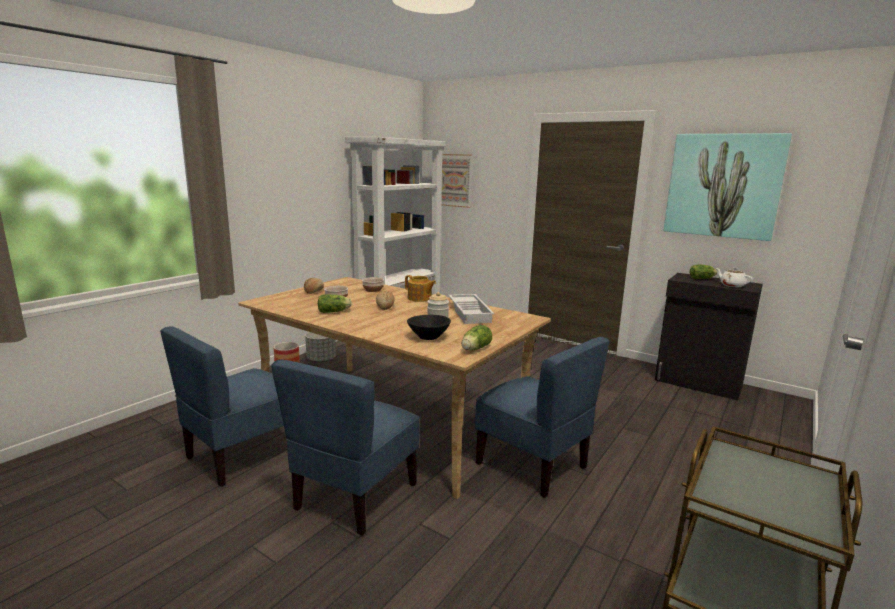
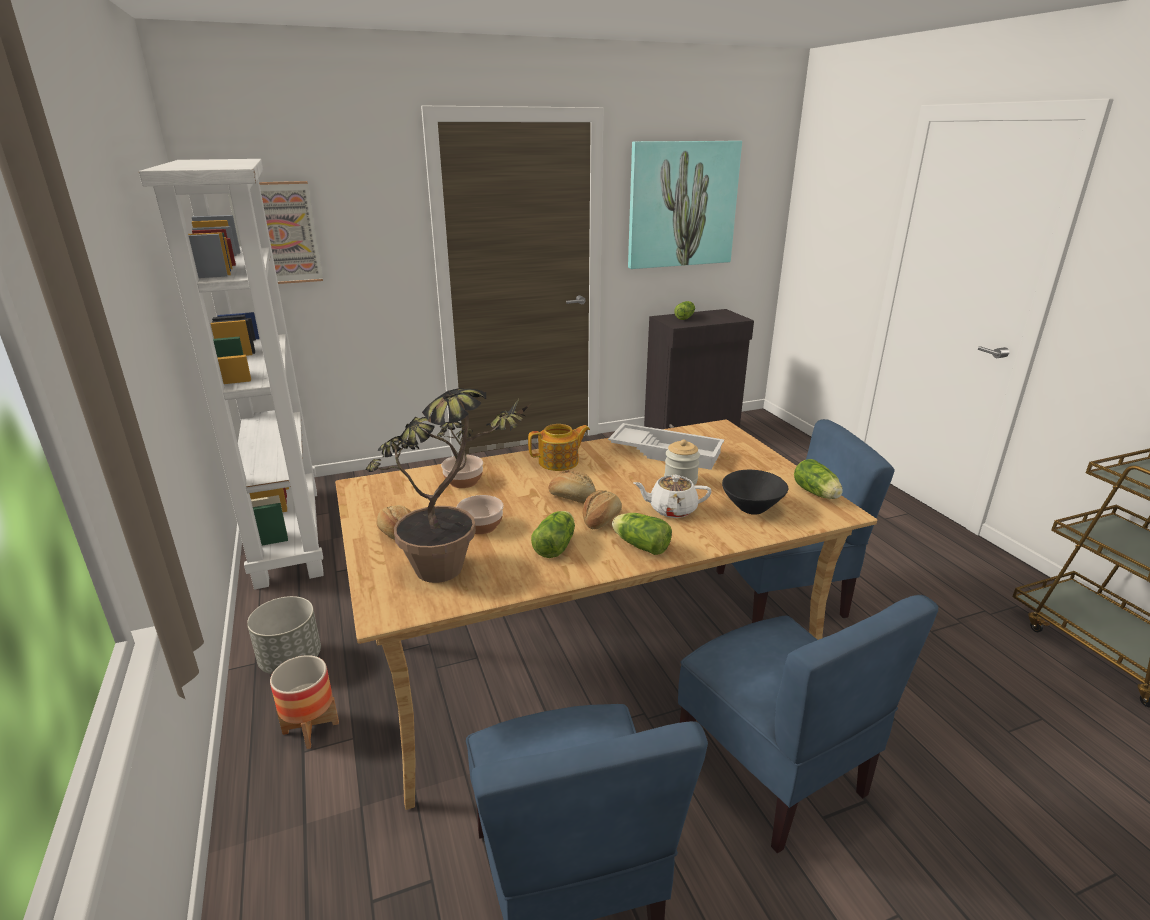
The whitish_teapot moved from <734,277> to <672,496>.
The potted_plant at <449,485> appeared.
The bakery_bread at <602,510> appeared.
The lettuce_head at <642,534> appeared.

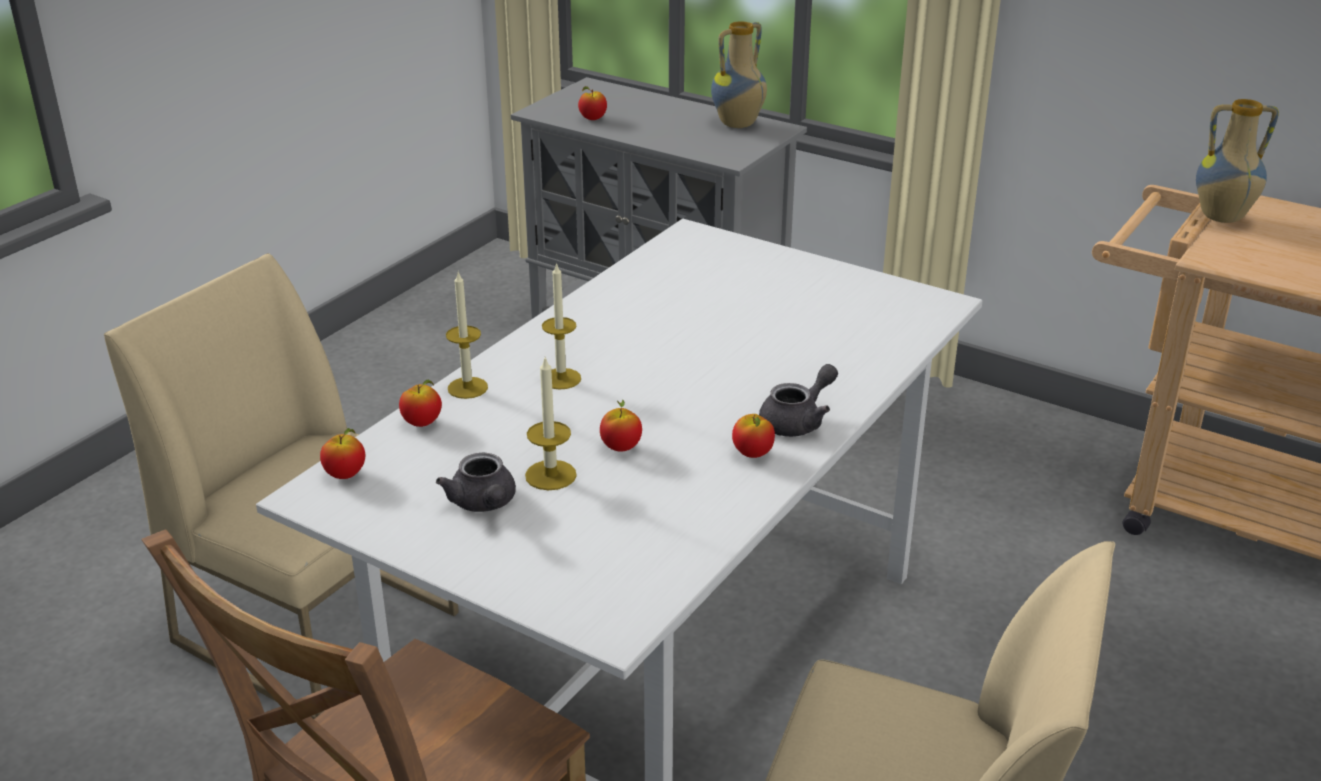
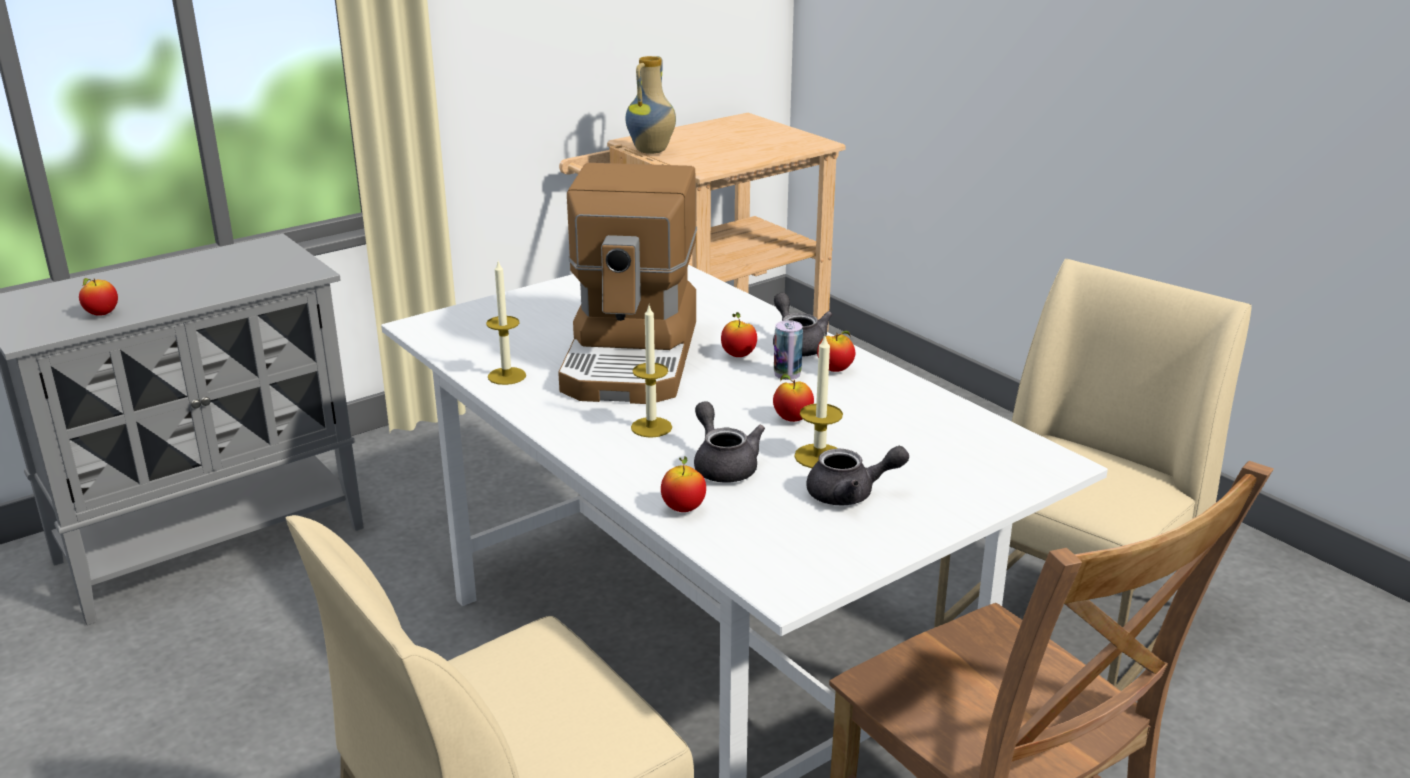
The whole_apple moved from <342,453> to <739,334>.
The candle moved from <467,335> to <506,323>.
The decorative_vase at <739,74> disappeared.
The coffee_maker at <627,283> appeared.
The gray_teapot at <729,442> appeared.
The can at <788,350> appeared.

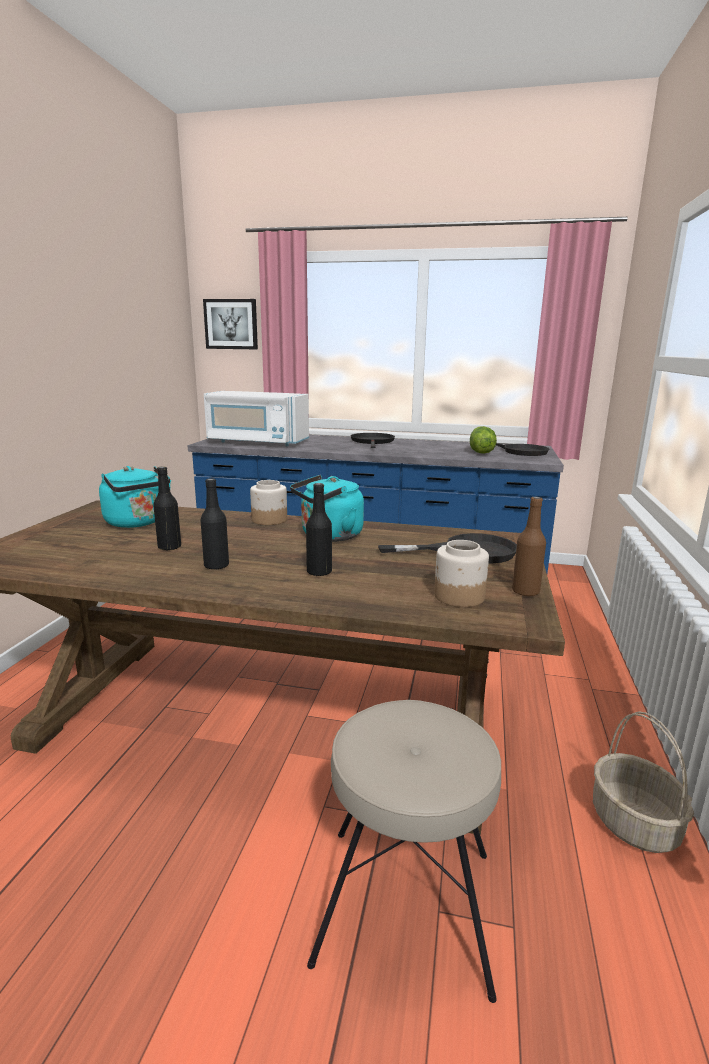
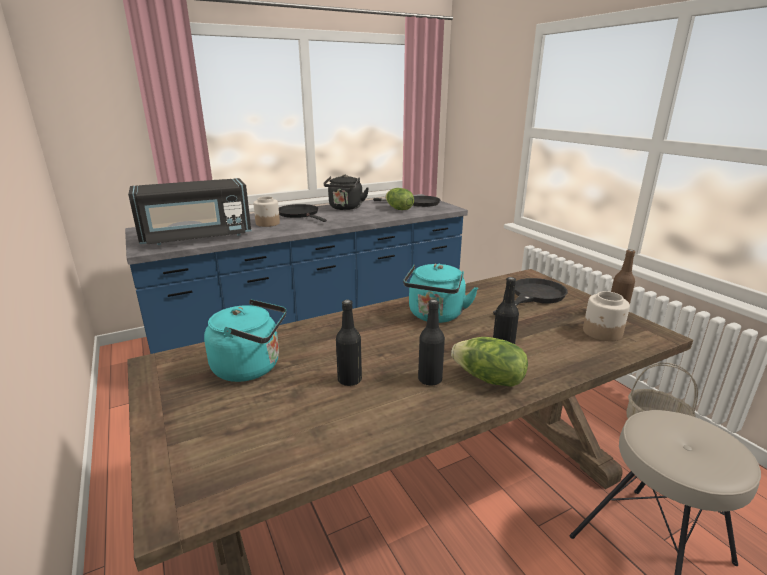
The wall_picture at <230,324> disappeared.
The whitish_microwave at <256,418> became the black-coloured_microwave at <190,211>.
The jar moved from <268,502> to <266,211>.
The black-coloured_tea_kettle at <346,192> appeared.
The lettuce_head at <489,362> appeared.

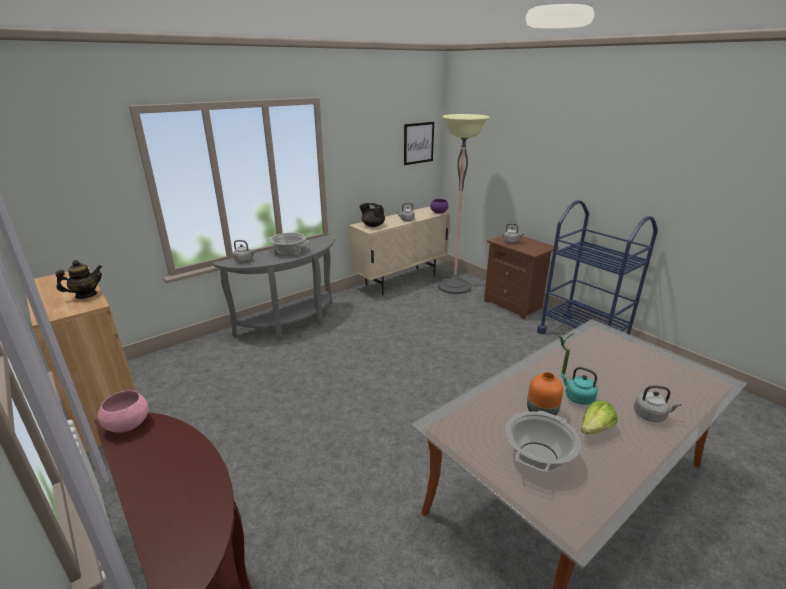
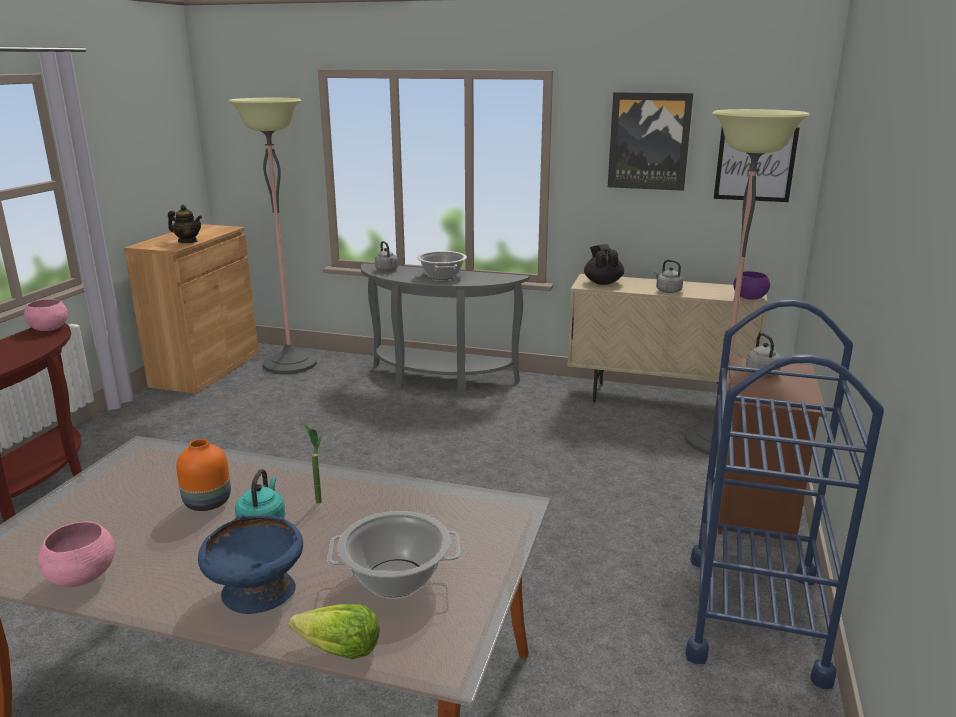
The saucepot moved from <543,441> to <393,554>.
The lettuce_head moved from <599,417> to <334,631>.
The gray_tea_kettle at <658,403> was replaced by the bluish_bowl at <250,564>.
The pinkish_bowl at <76,554> appeared.
The standard_lamp at <272,236> appeared.
The wall_picture at <650,141> appeared.

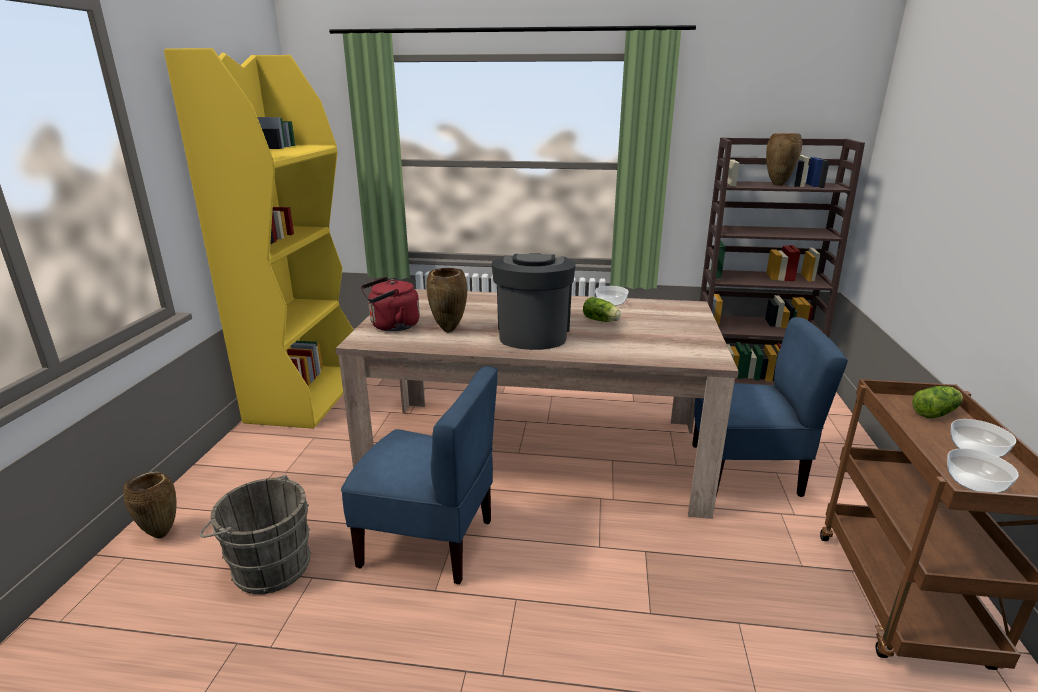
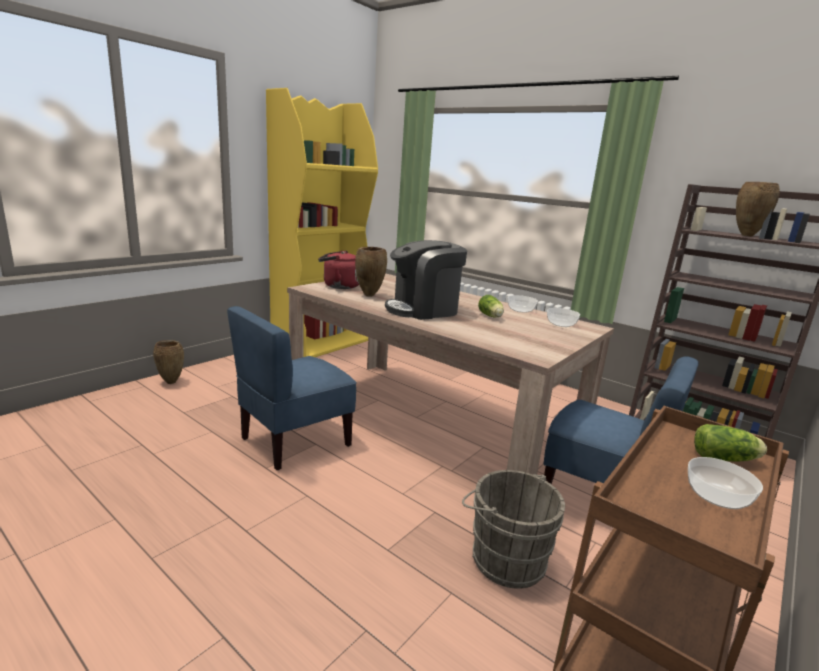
The gray_water_bucket moved from <255,534> to <513,529>.
The bluish_chair at <419,475> turned 90 degrees clockwise.
The coffee_maker at <534,301> turned 150 degrees counterclockwise.
The bowl moved from <983,470> to <563,317>.

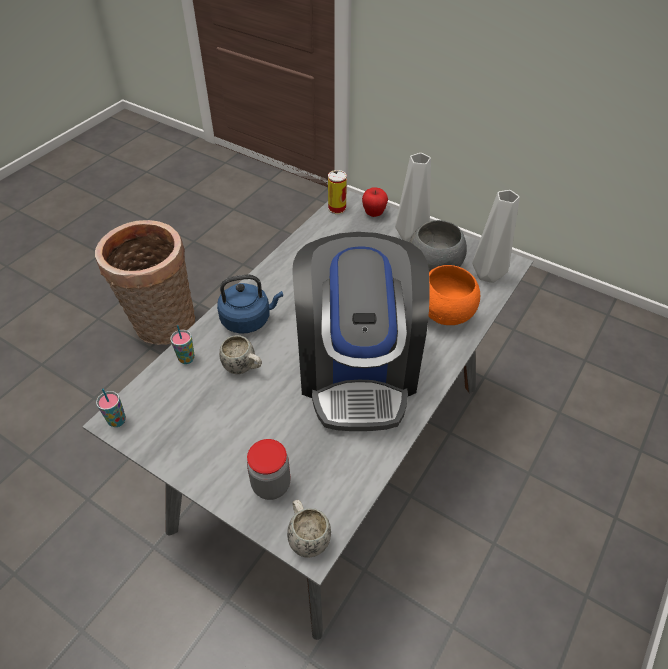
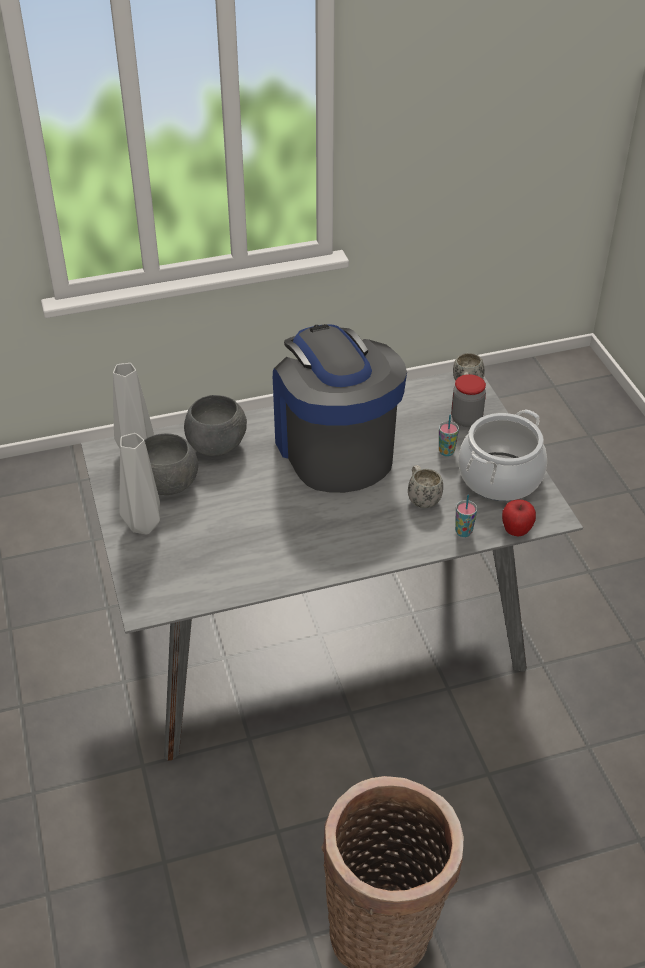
The drinking_cup moved from <111,408> to <449,435>.
The bluish_tea_kettle at <250,304> disappeared.
The coffee_maker at <361,331> turned 60 degrees counterclockwise.
The can at <337,192> disappeared.
The whole_apple moved from <375,202> to <519,518>.
The orange-coloured_bowl at <454,295> became the gray_bowl at <215,425>.
The saucepot at <502,455> appeared.

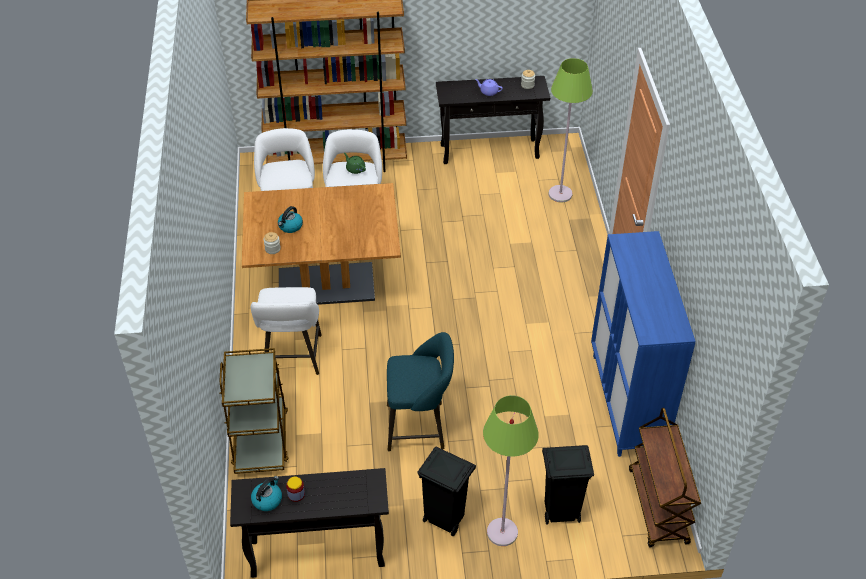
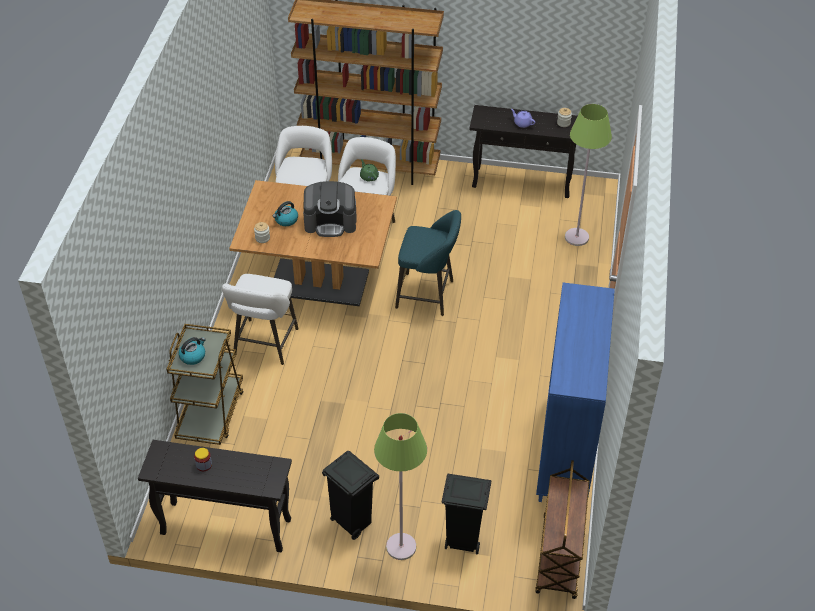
The tea_kettle moved from <266,493> to <192,351>.
The turquoise-coloured_stool moved from <420,391> to <428,263>.
The coffee_maker at <330,209> appeared.

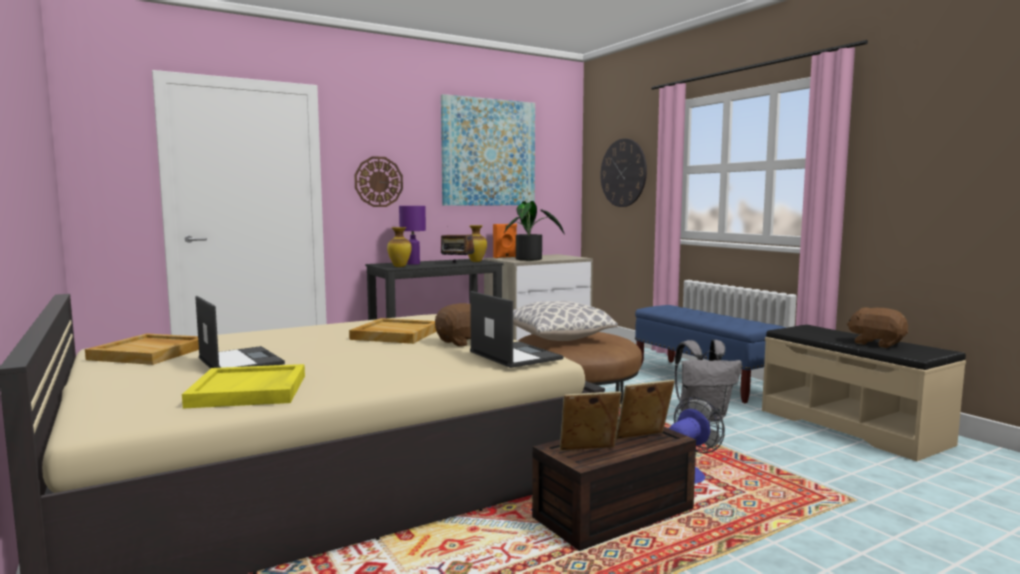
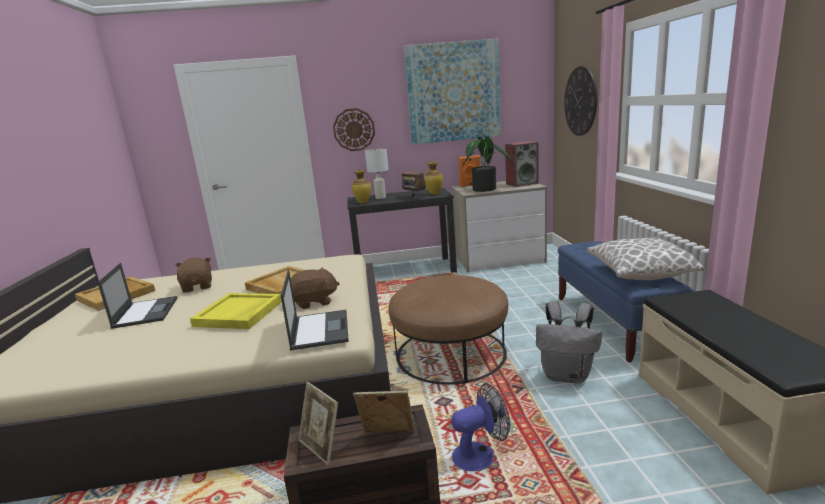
The yellow-coloured_serving_tray moved from <243,386> to <236,311>.
The purple_lamp_for_a_table at <412,235> became the whitish_lamp_for_a_table at <377,174>.
The throw_pillow moved from <565,321> to <645,258>.
The standing_frame at <590,421> turned 150 degrees counterclockwise.
The brown_cuddly_toy moved from <877,327> to <193,275>.
The loudspeaker at <521,164> appeared.

